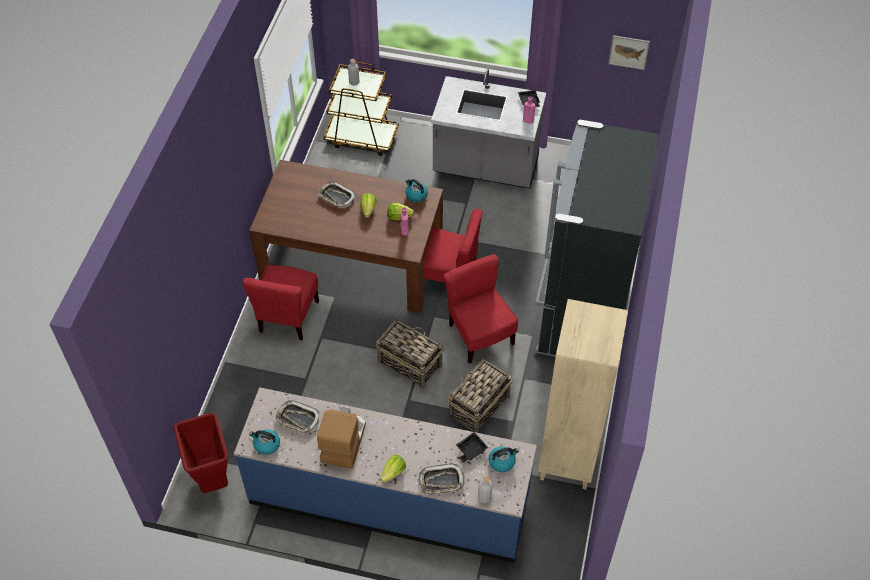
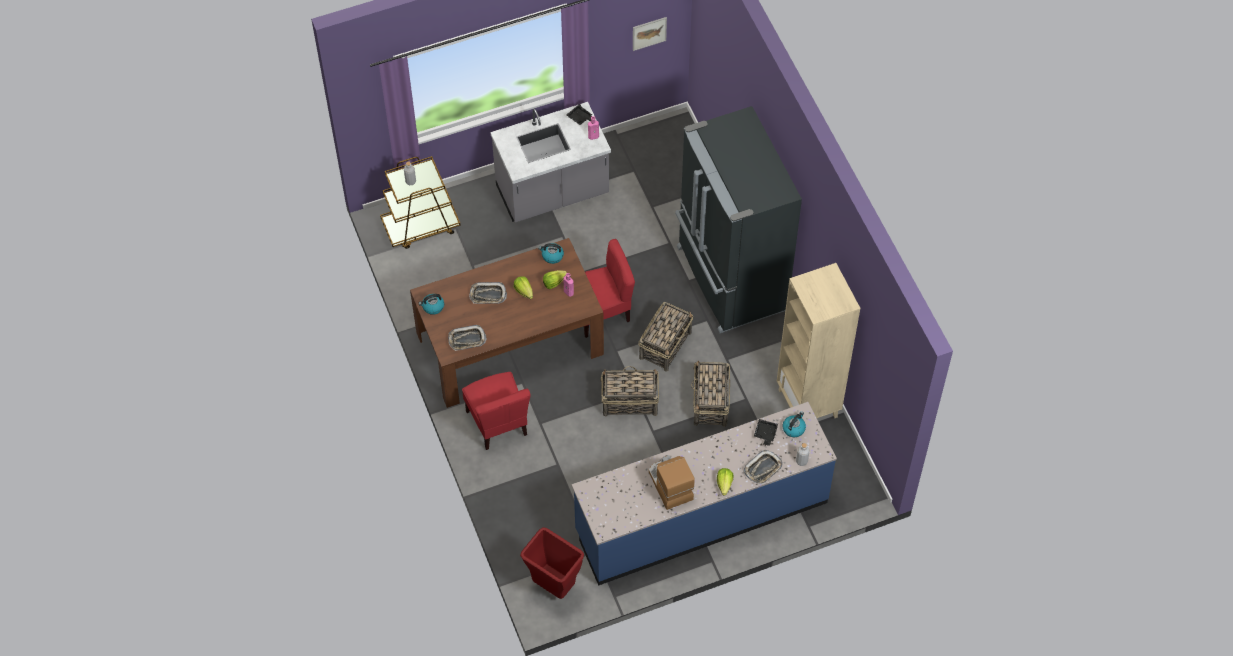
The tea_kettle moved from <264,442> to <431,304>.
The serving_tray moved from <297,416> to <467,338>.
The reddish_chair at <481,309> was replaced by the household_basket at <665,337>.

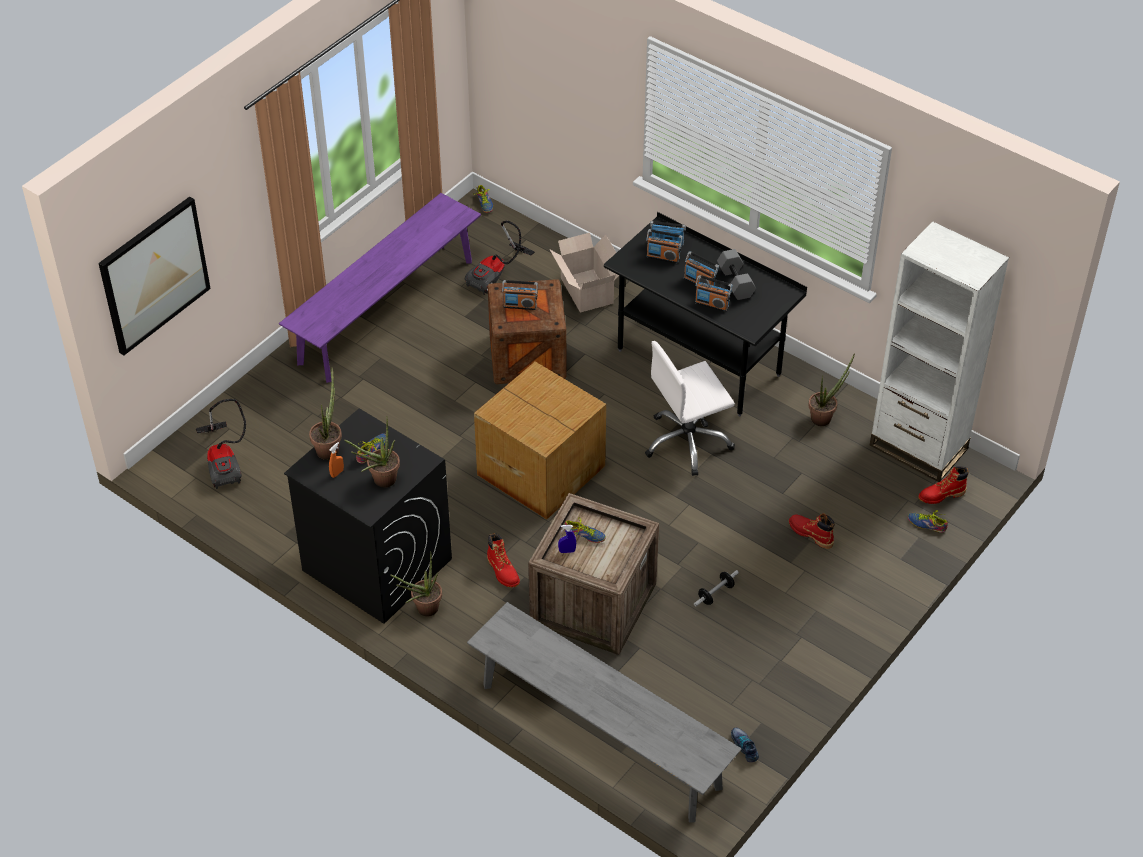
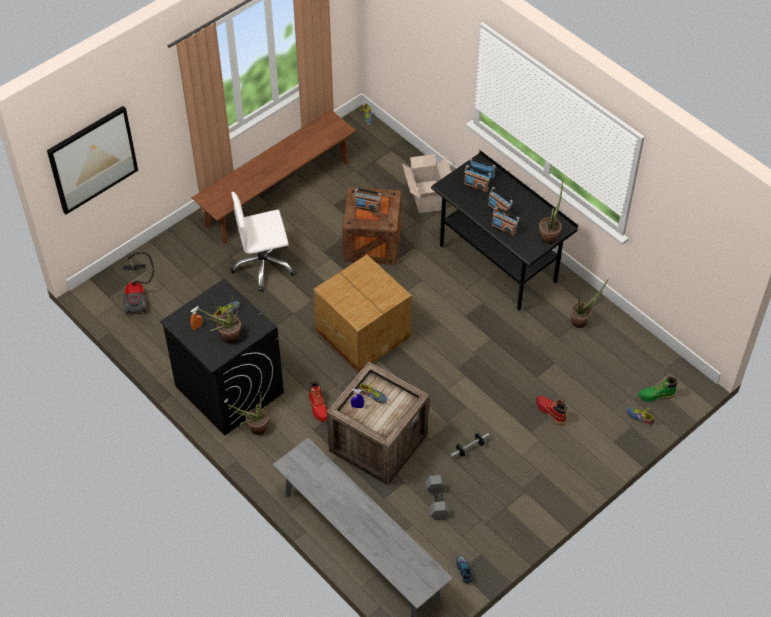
The purple_bench at <380,288> became the brown_bench at <274,177>.
The potted_plant moved from <325,413> to <551,212>.
The vacuum at <500,257> disappeared.
The whitish_office_chair moved from <690,408> to <263,241>.
The gray_free_weight moved from <736,274> to <437,497>.
The whitish_bookshelf at <939,351> disappeared.
The reddish_high-top_boot at <943,485> became the green-coloured_high-top_boot at <658,389>.

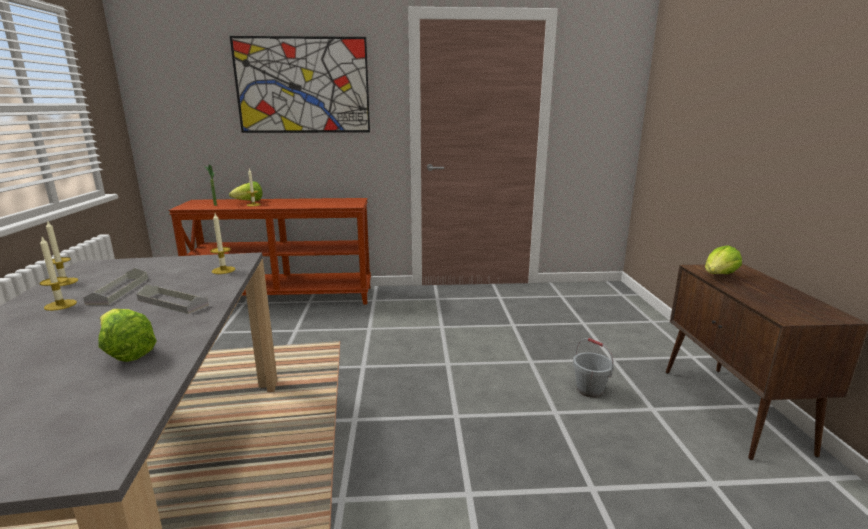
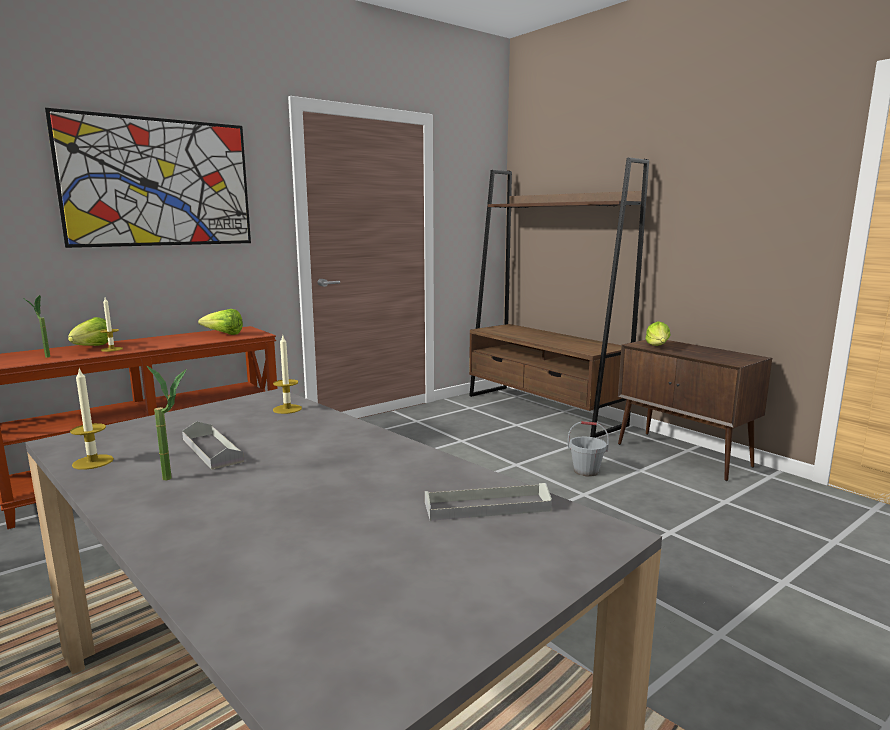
The candle at <58,274> was replaced by the potted_plant at <167,423>.
The lettuce_head moved from <127,335> to <220,322>.
The gray_serving_tray moved from <172,299> to <488,502>.
The brown_bookshelf at <559,297> appeared.

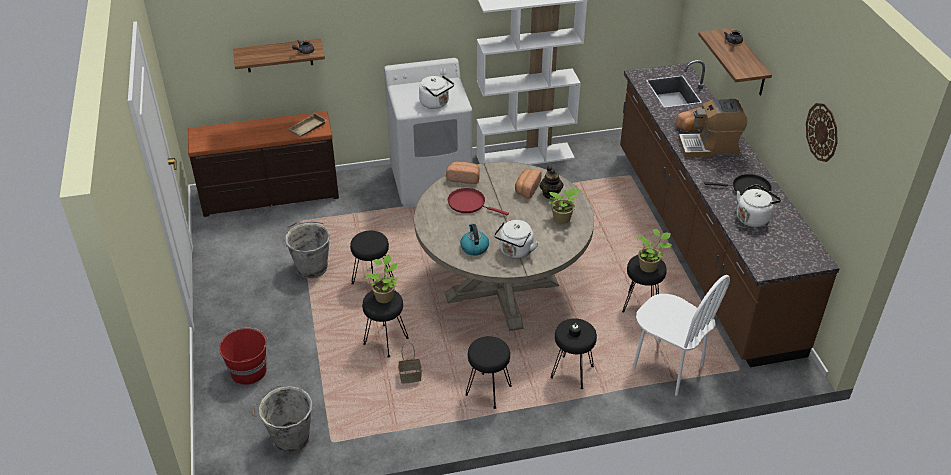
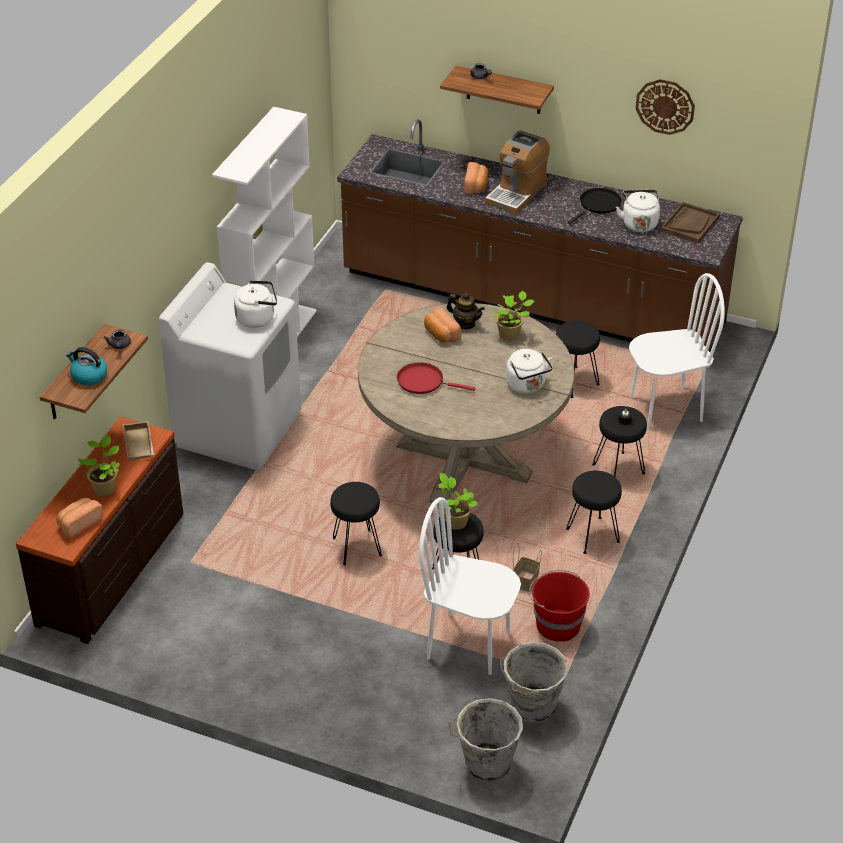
The reddish_water_bucket moved from <243,356> to <559,606>.
The gray_water_bucket moved from <307,250> to <485,739>.
The bakery_bread moved from <463,172> to <80,518>.
The reddish_pan at <478,201> turned 45 degrees clockwise.
The tea_kettle moved from <474,239> to <86,366>.
The potted_plant moved from <654,251> to <99,465>.
The whitish_chair at <470,586> appeared.
The brown_serving_tray at <690,223> appeared.

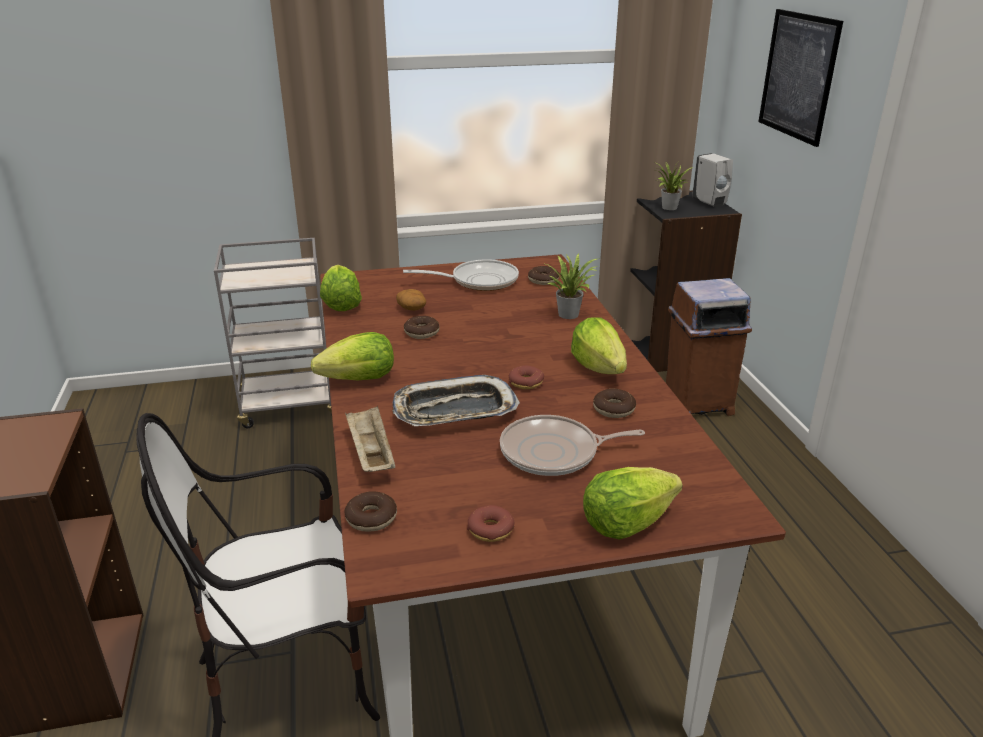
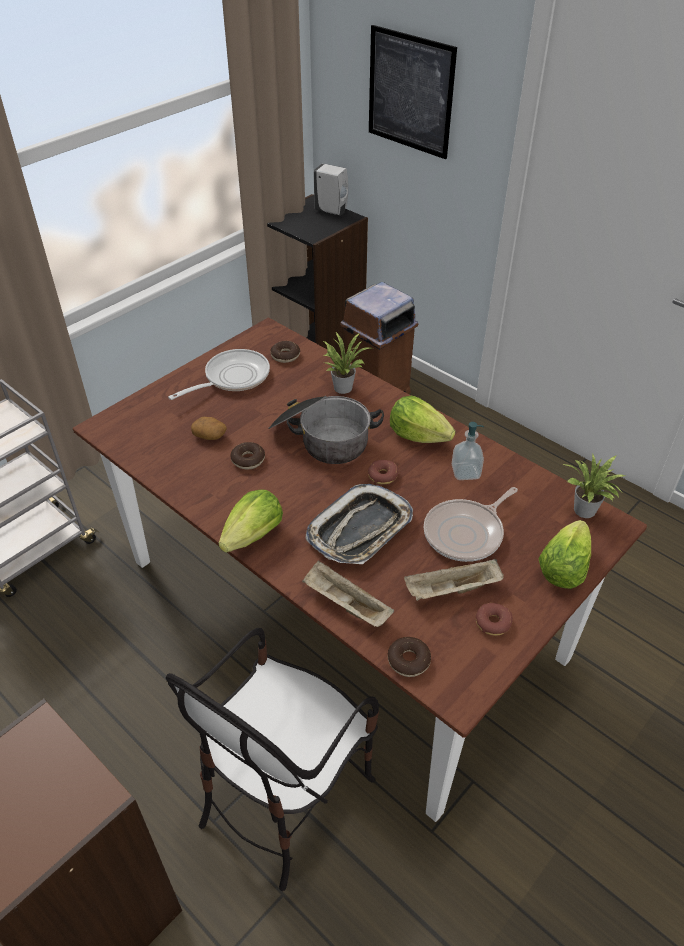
The lettuce_head at <341,288> disappeared.
The doughnut at <614,403> was replaced by the liquid_soap_bottle at <468,451>.
The potted_plant moved from <674,186> to <593,486>.
The saucepot at <326,430> appeared.
The sand-coloured_serving_tray at <454,580> appeared.

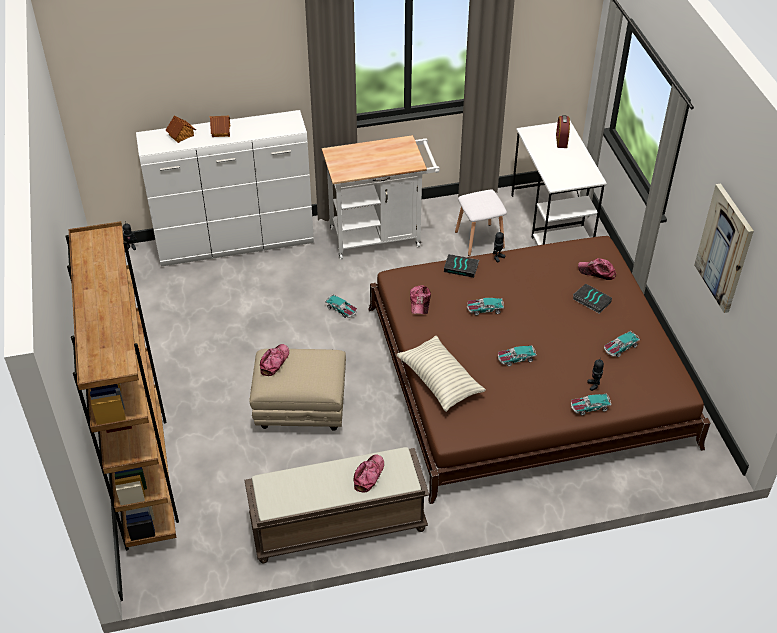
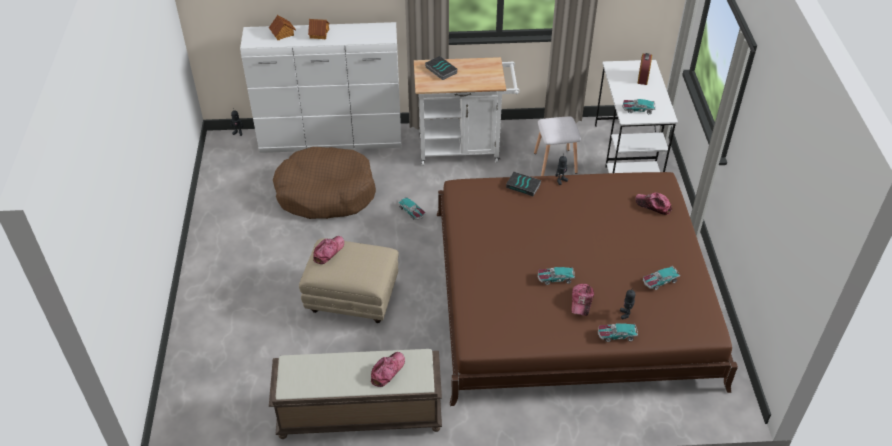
The brown_bookshelf at <122,385> disappeared.
The throw_pillow at <441,374> disappeared.
The baseball_cap moved from <420,299> to <582,300>.
The toy_car moved from <485,306> to <639,106>.
The volume moved from <592,299> to <441,68>.
The wall_picture at <724,248> disappeared.
The brown_dog_bed at <324,183> appeared.

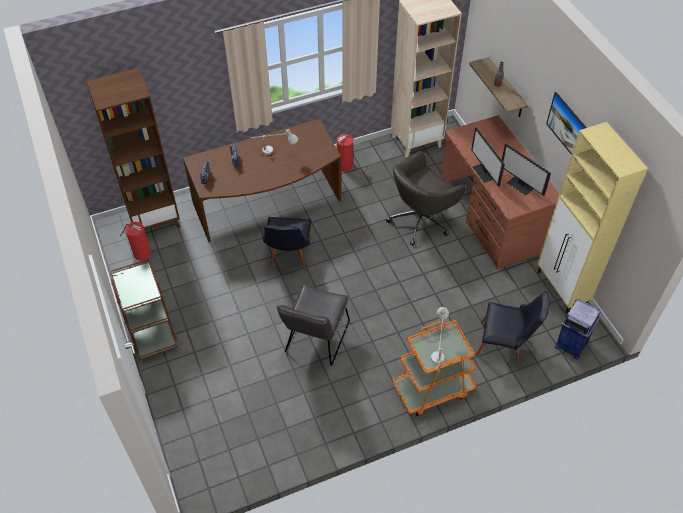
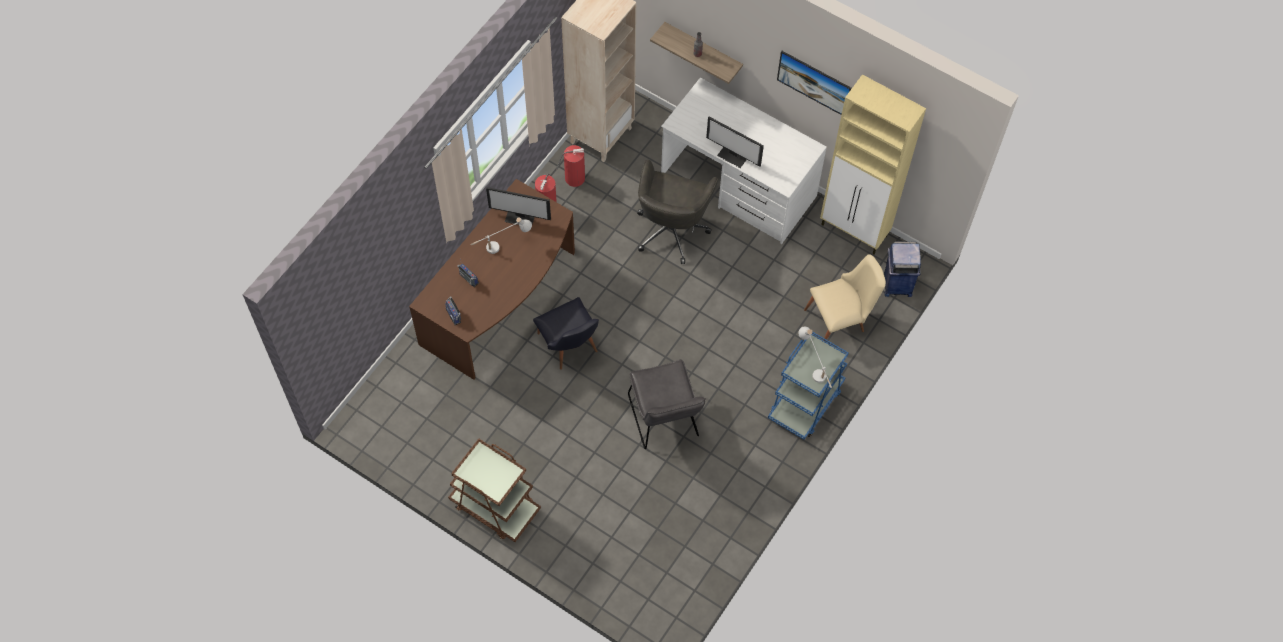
The brown_bookshelf at <133,149> disappeared.
The fire-fighting_cylinder moved from <135,241> to <570,166>.
The orange-coloured_trolley at <434,368> became the bluish_trolley at <808,386>.
The brown_desk_table at <500,192> became the whitish_desk_table at <744,161>.
The black-coloured_chair at <512,327> became the sand-coloured_chair at <845,298>.
The monitor moved from <526,170> to <518,206>.

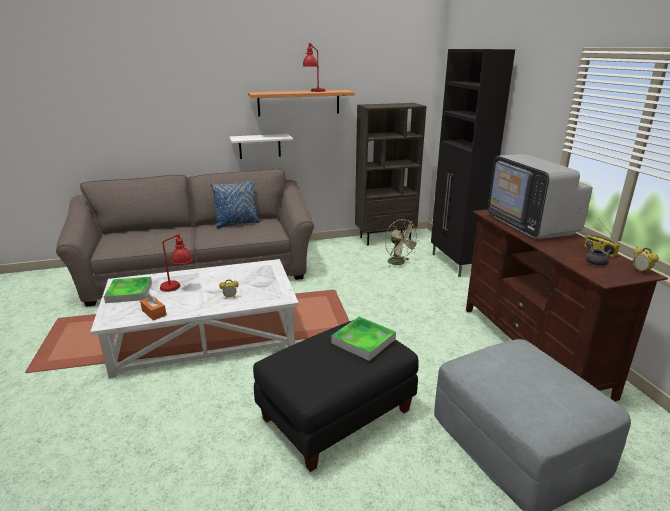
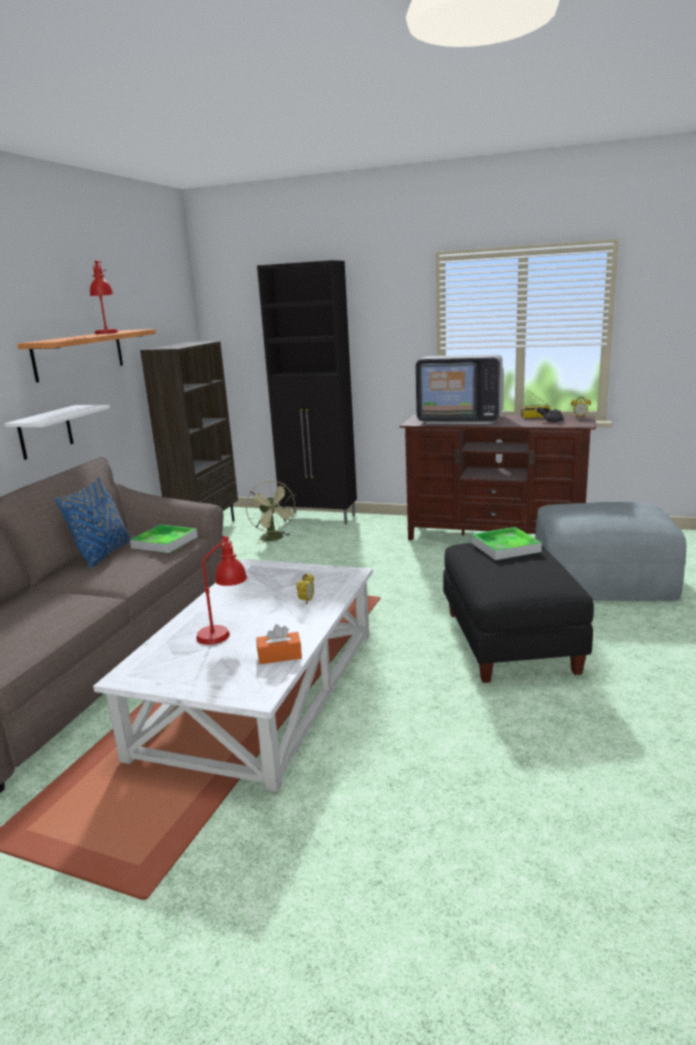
The serving_tray moved from <128,290> to <164,539>.
The green-coloured_cooling_fan at <402,243> turned 60 degrees clockwise.

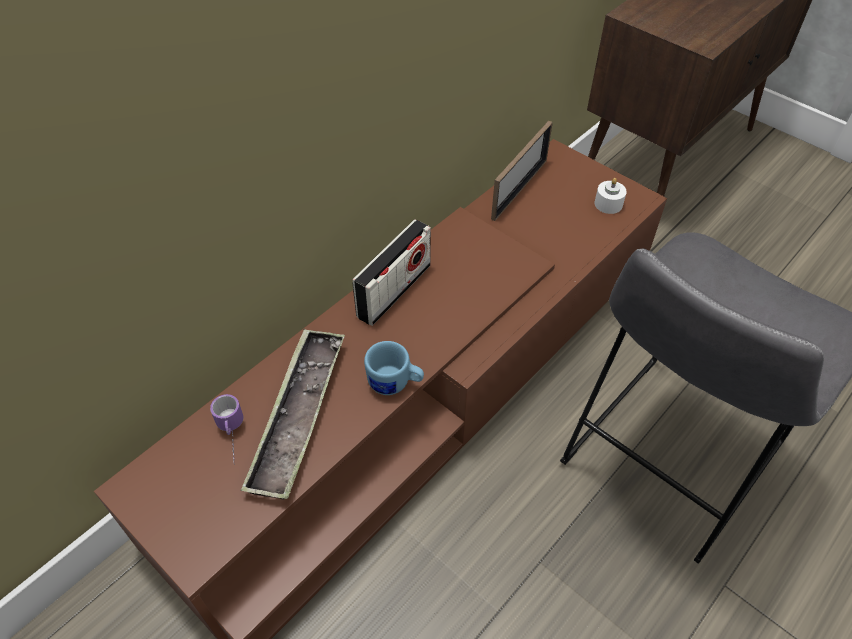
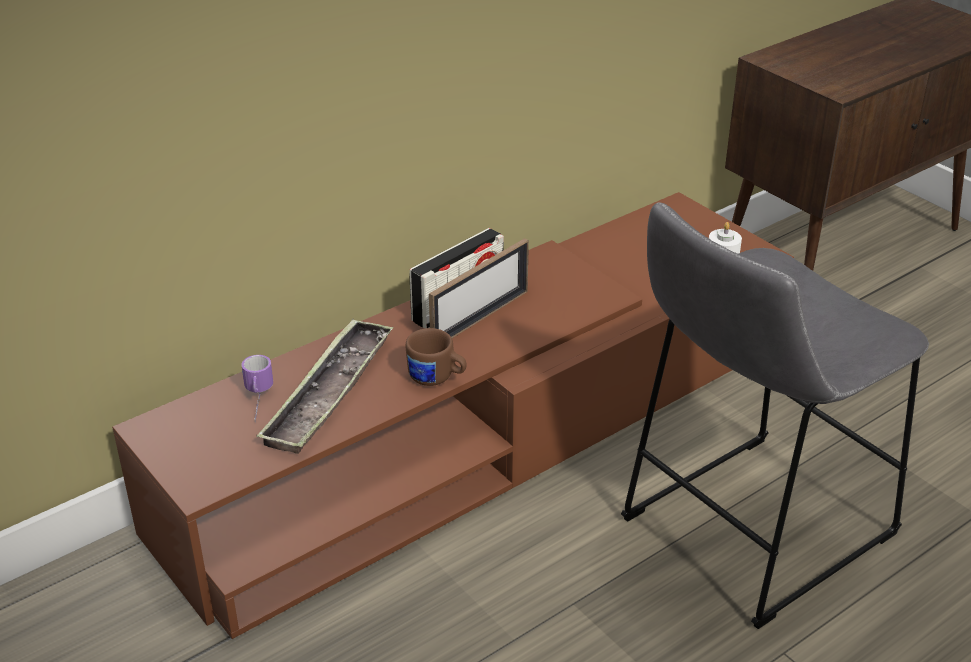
The bluish_coffee_mug at <394,368> became the brown_coffee_mug at <436,357>.
The standing_frame moved from <522,171> to <479,288>.

